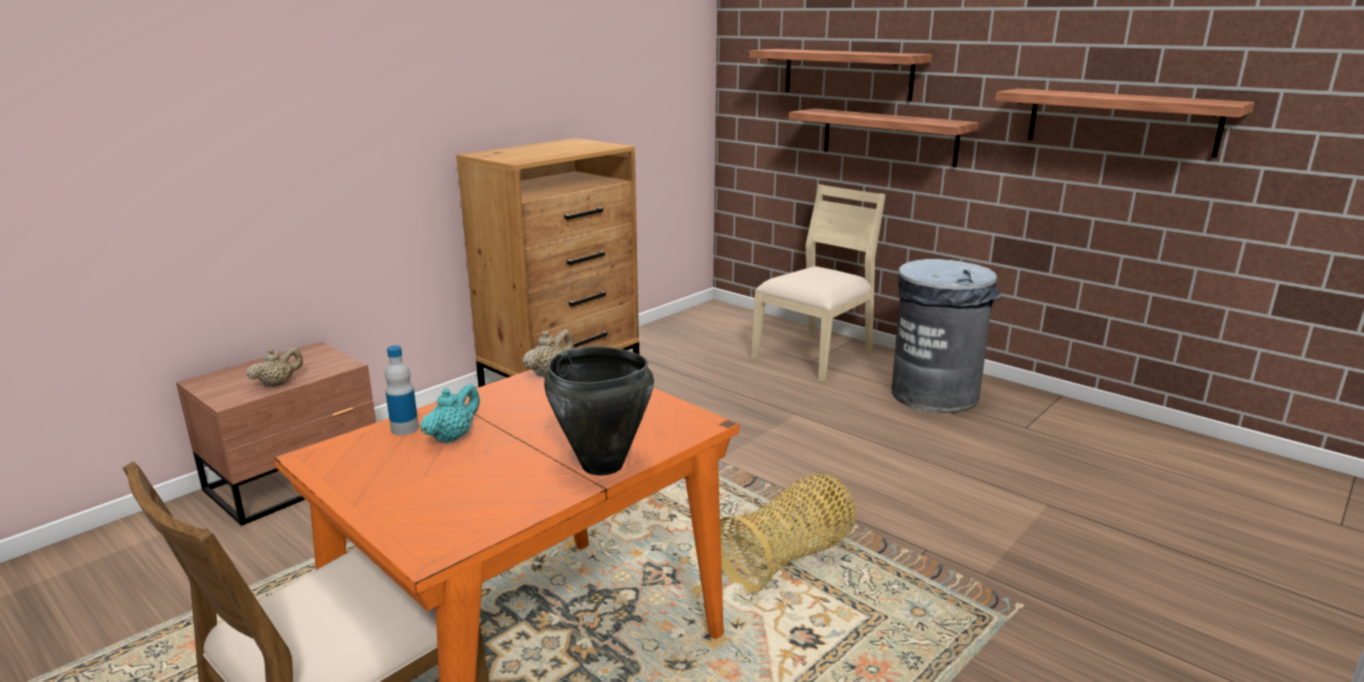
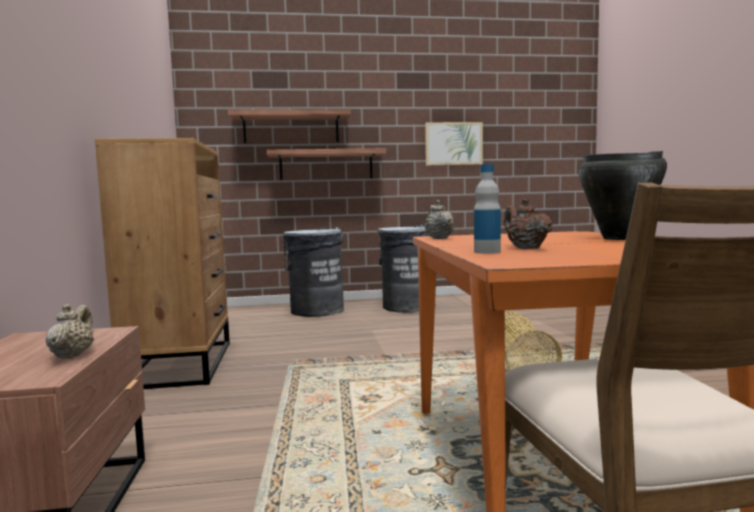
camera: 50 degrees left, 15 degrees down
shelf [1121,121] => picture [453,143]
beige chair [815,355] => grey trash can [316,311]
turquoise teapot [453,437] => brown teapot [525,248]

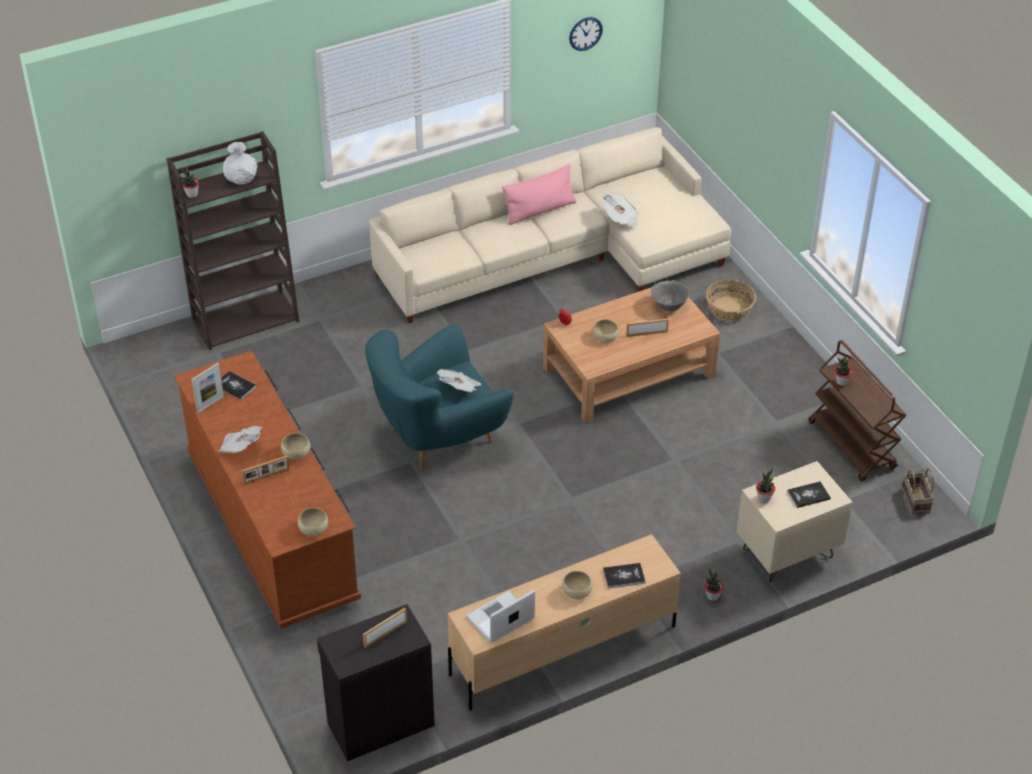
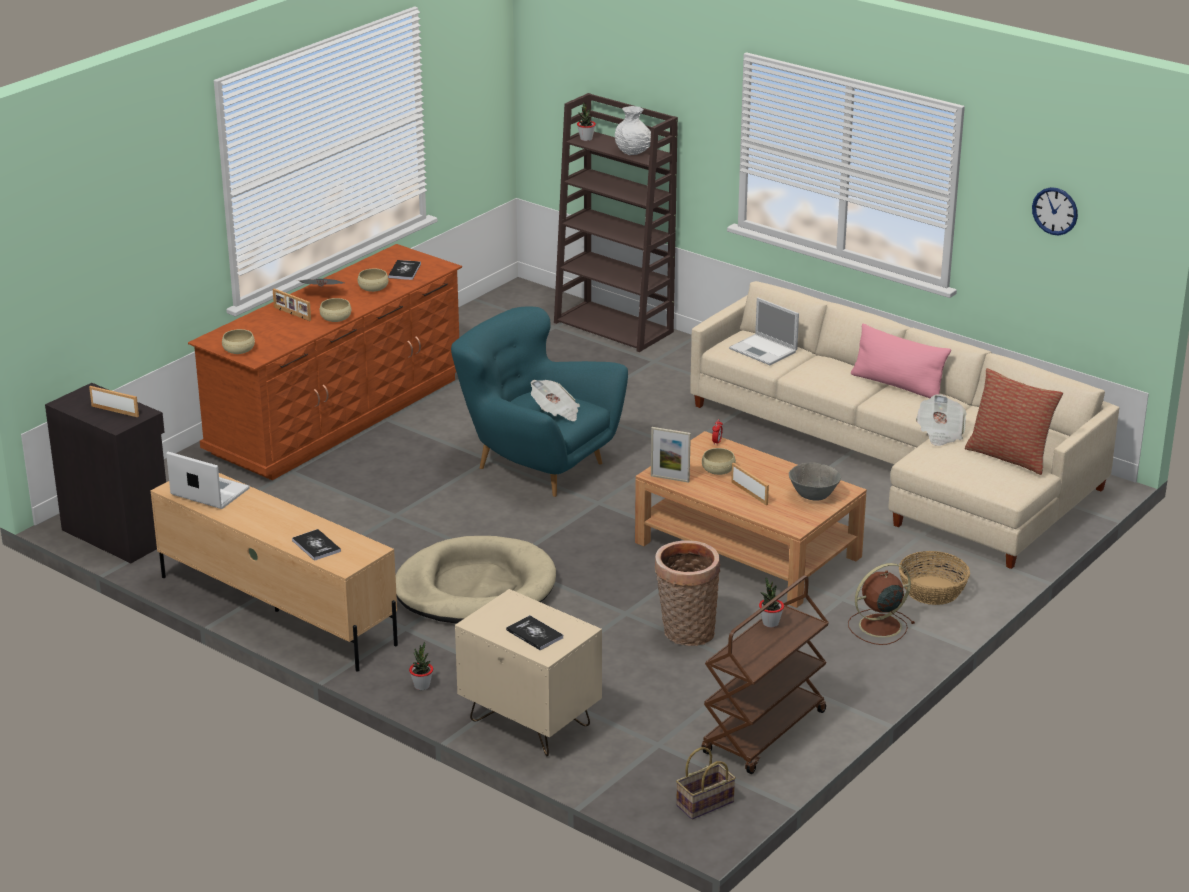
camera: 65 degrees right, 15 degrees down
picture frame [210,404] => picture frame [670,478], move
potted plant [764,498] => nothing
beige bowl [576,591] => beige bowl [373,288], move
nothing => laptop [764,350]
nothing => pillow [1009,456]
nothing => beige dog bed [475,588]
nothing => basket [685,633]
nothing => brown fan [878,626]

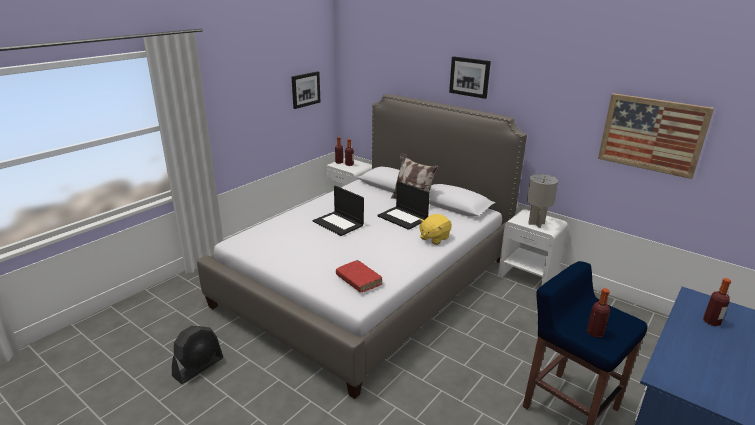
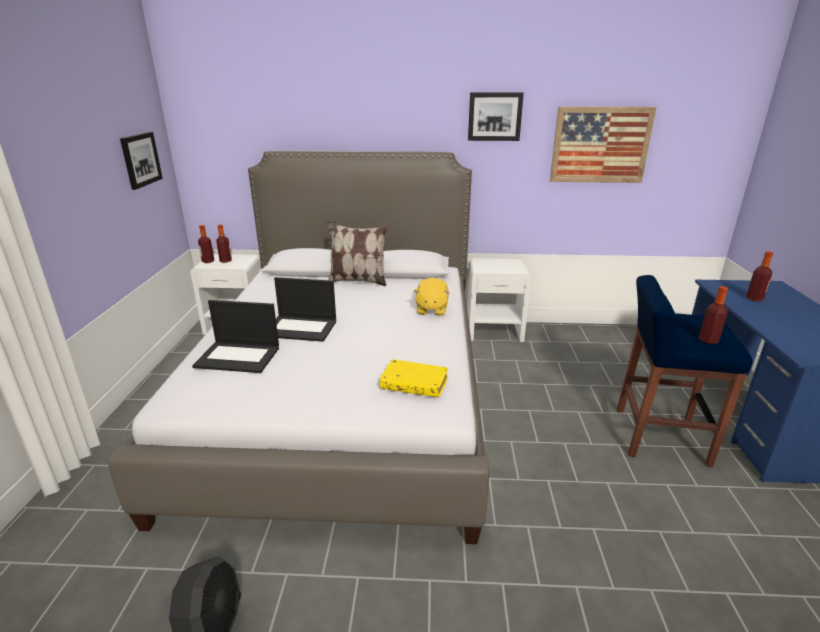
camera: 35 degrees left, 0 degrees up
picture [469,77] => picture [494,116], move
grey table lamp [536,224] => nothing
laptop [403,218] => laptop [239,357], move
red book [358,280] => yellow book [414,385]

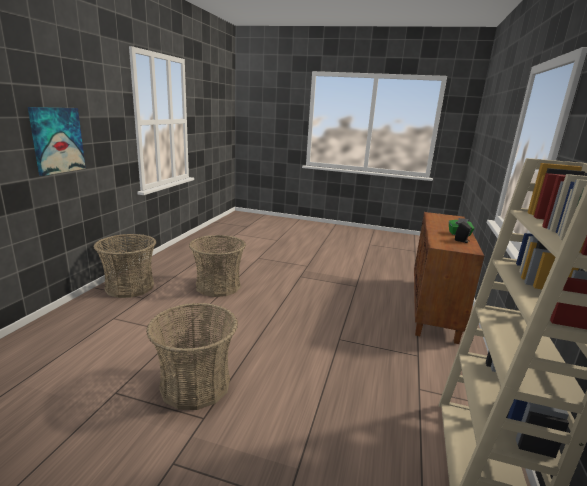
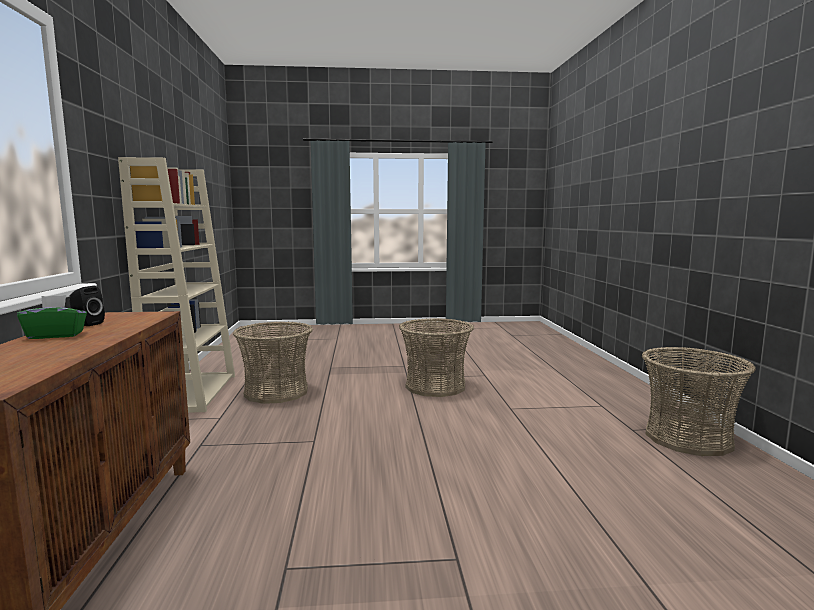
camera: 160 degrees right, 10 degrees down
picture [57,140] => nothing
basket [218,286] => basket [276,392], move

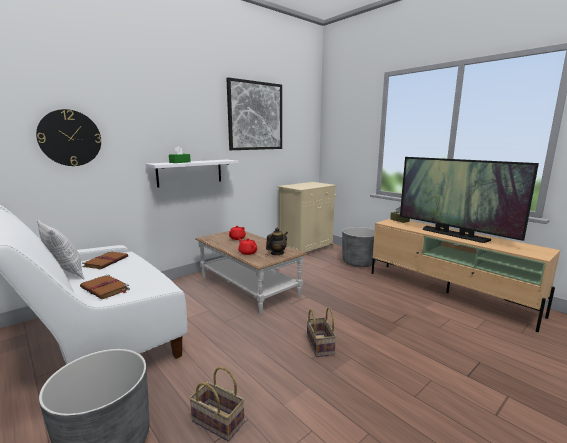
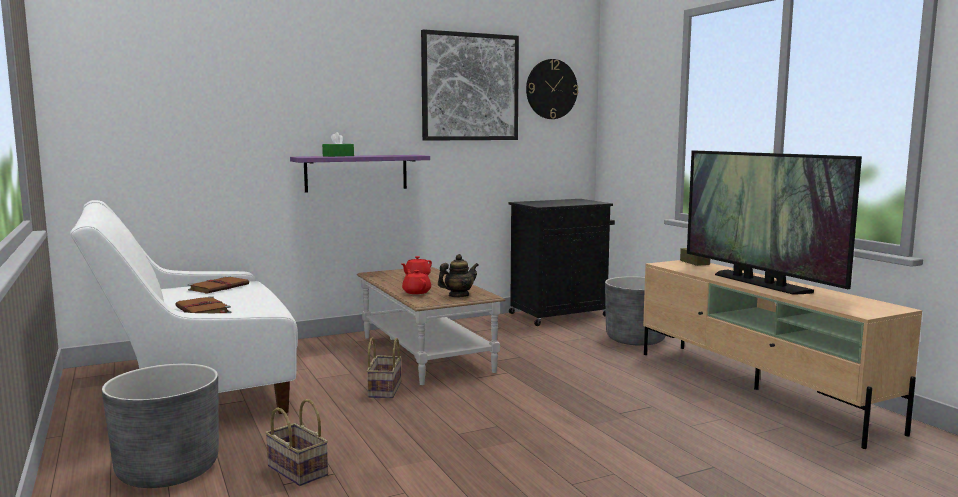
camera: 15 degrees right, 5 degrees down
wall clock [70,138] => wall clock [551,89], move
white shelf [190,172] => purple shelf [356,173]
beige cabinet [306,248] => black cabinet [560,314]
pillow [65,274] => nothing
basket [319,345] => basket [384,389], move

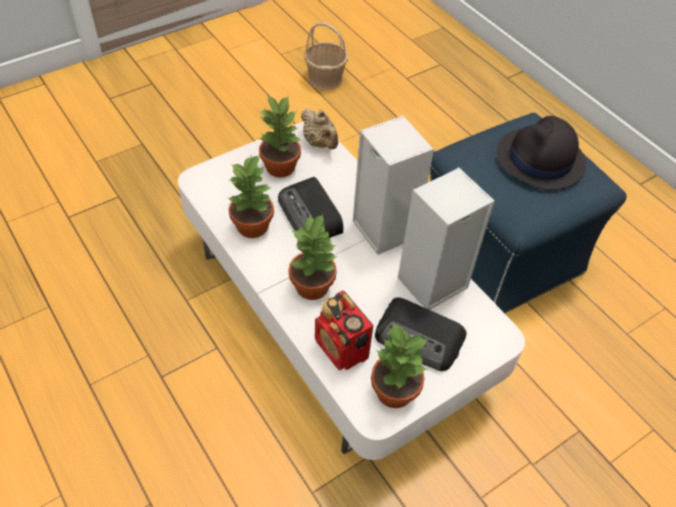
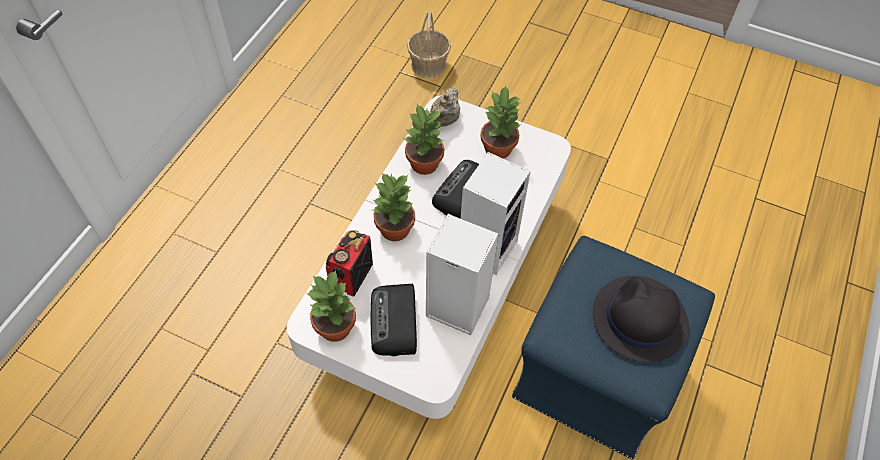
camera: 60 degrees right, 5 degrees up
basket [325,78] => basket [429,65], move
beige teapot [320,143] => beige teapot [444,121], move

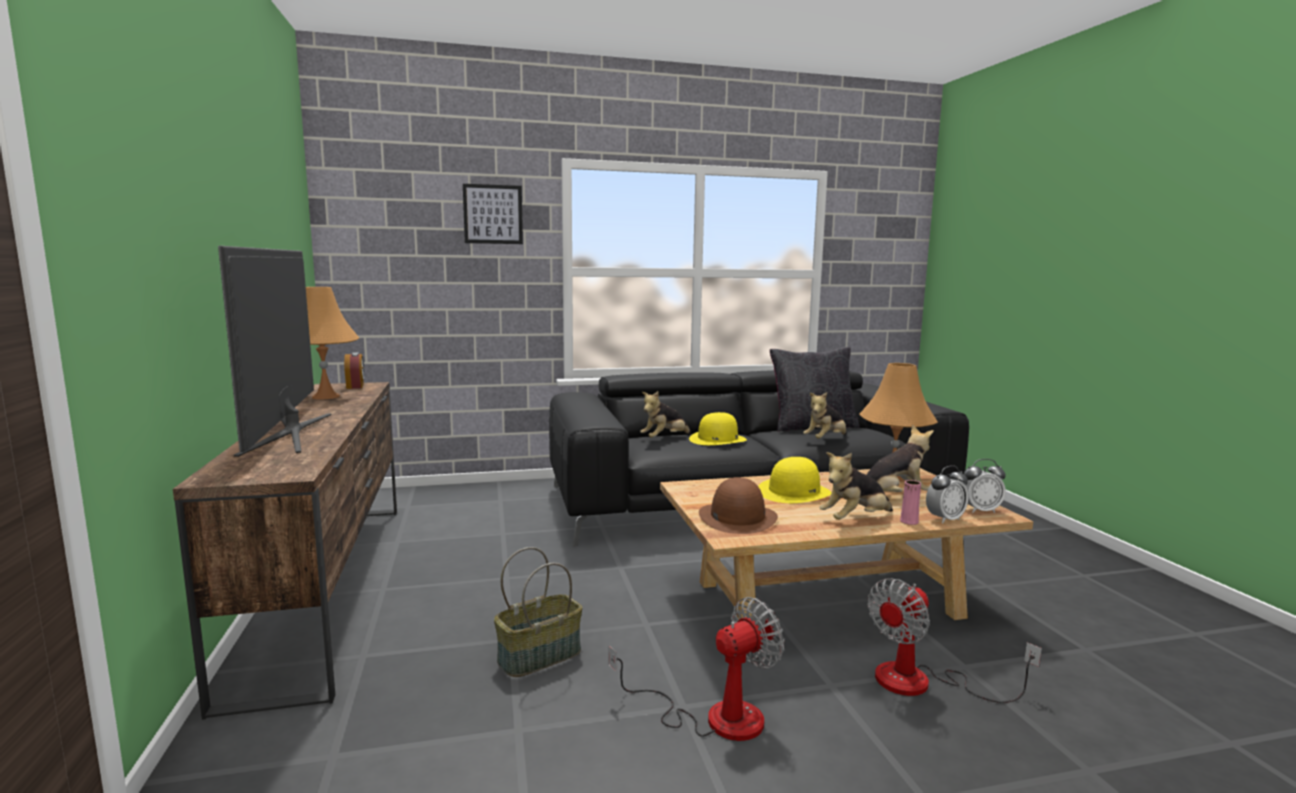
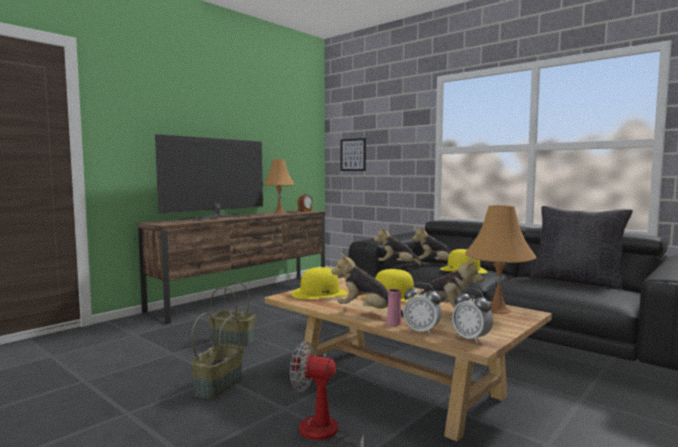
camera: 55 degrees right, 5 degrees down
picture [493,214] => picture [353,155], move
plush toy [825,440] => plush toy [398,266], move
brown hat [737,517] => yellow hat [320,293]
fan [714,717] => basket [218,386]

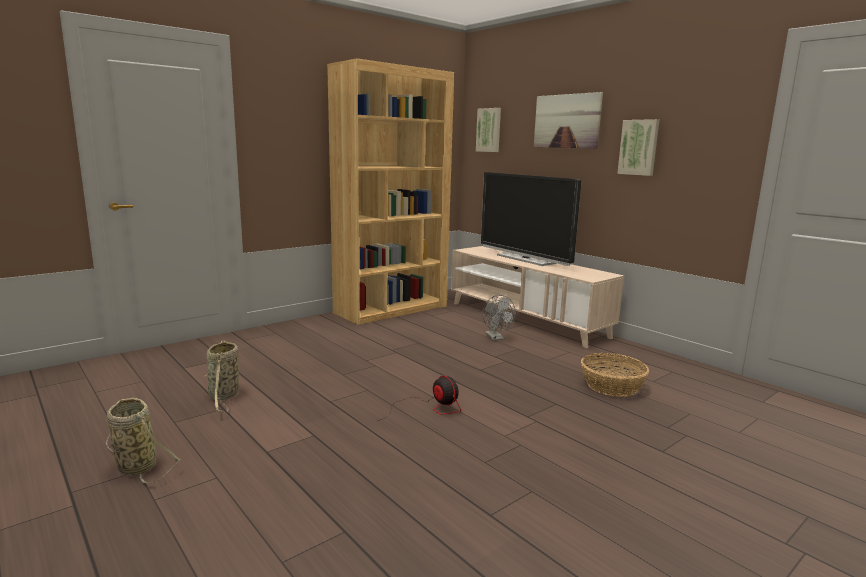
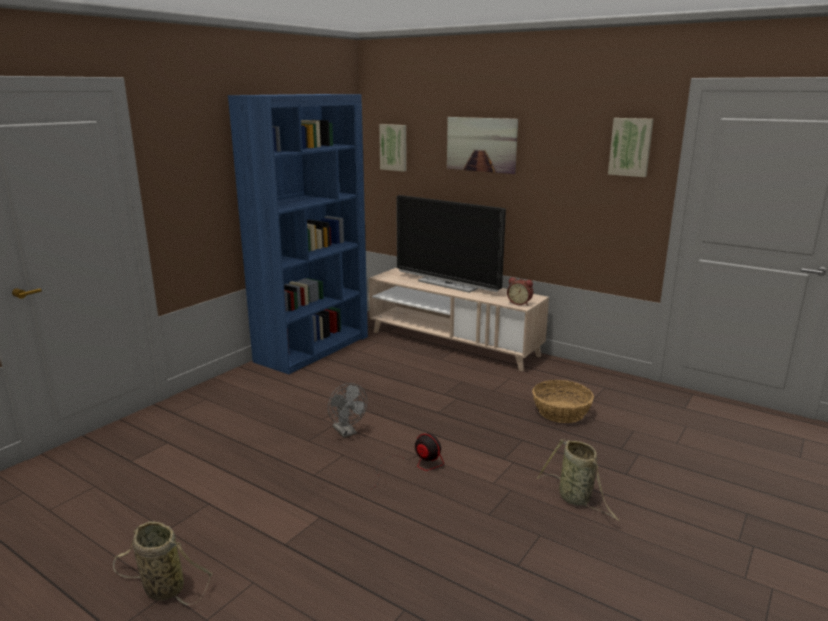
camera: 15 degrees left, 5 degrees up
brown bookcase [391,309] => blue bookcase [313,348]
picture [639,147] => picture [630,147], move
grey fan [496,338] => grey fan [347,432], move
basket [224,396] => basket [576,499], move
nothing => alarm clock [520,303]

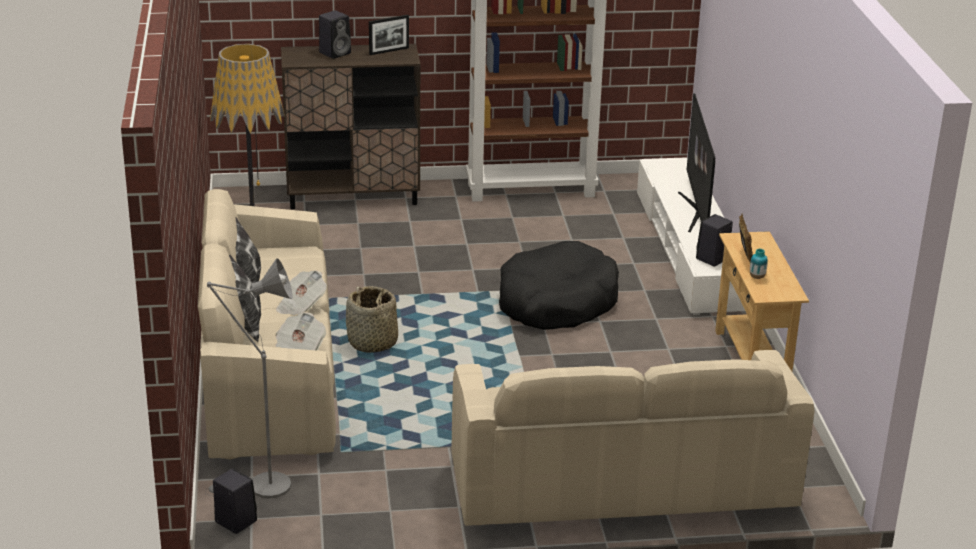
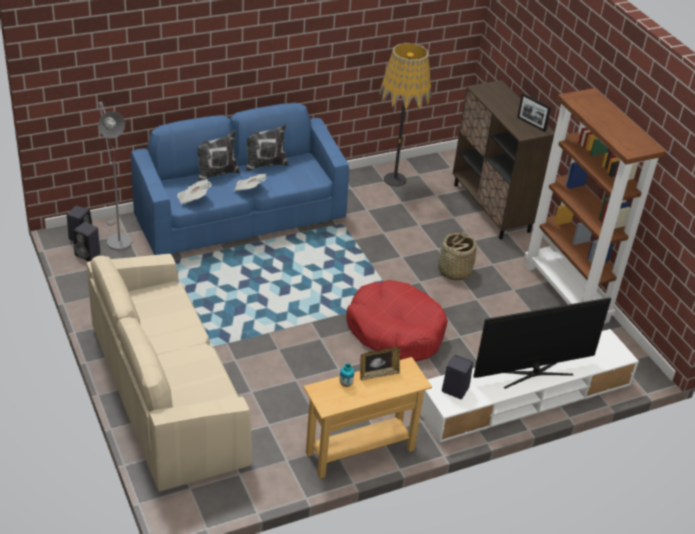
camera: 70 degrees right, 10 degrees up
black speaker [335,53] => black speaker [88,254], move
beige sofa [270,372] => blue sofa [241,218]
black dog bed [556,302] => red dog bed [395,331]
basket [372,342] => basket [454,271], move

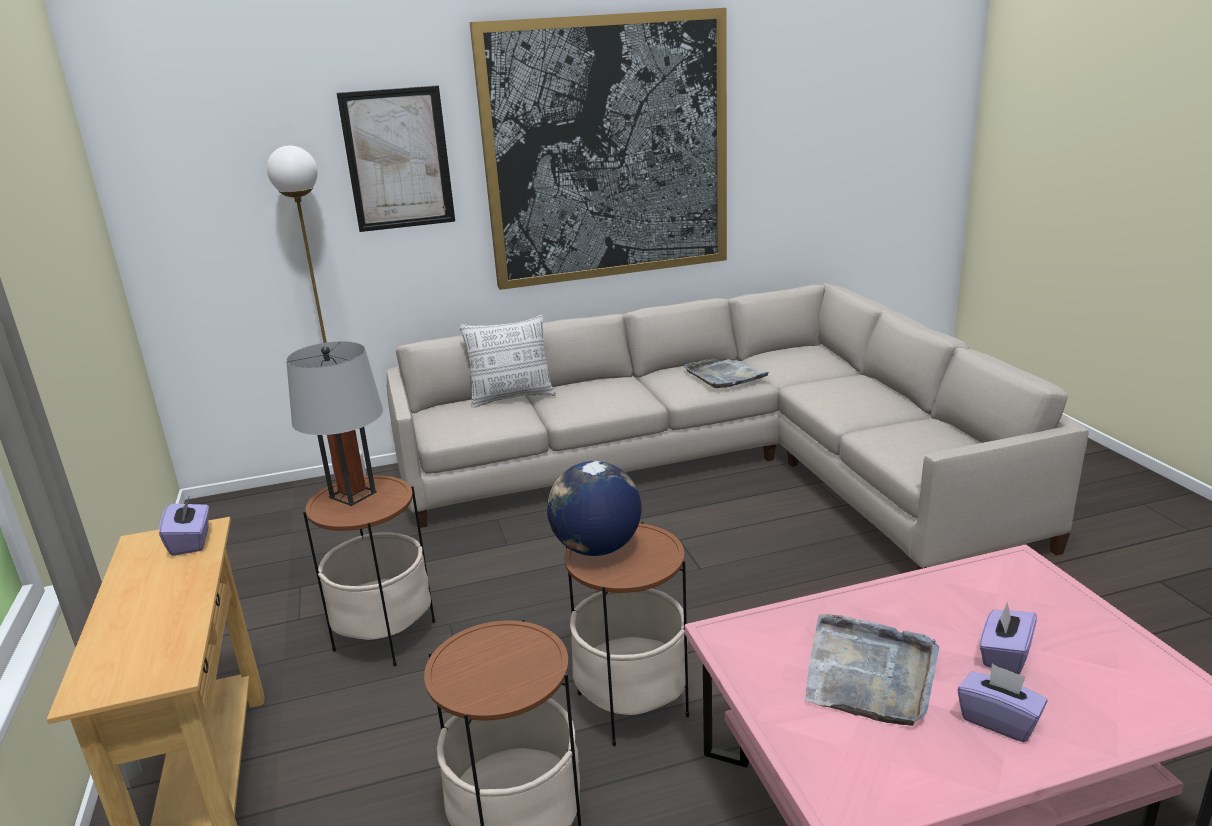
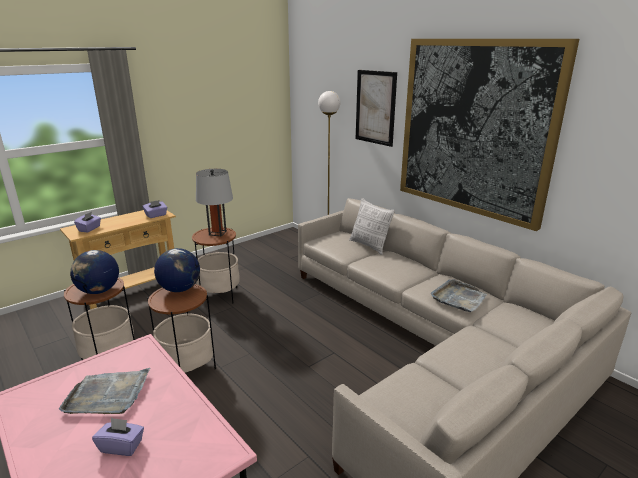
camera: 65 degrees right, 0 degrees up
purple tissue box [998,720] => purple tissue box [89,229], move
nothing => globe [99,291]

